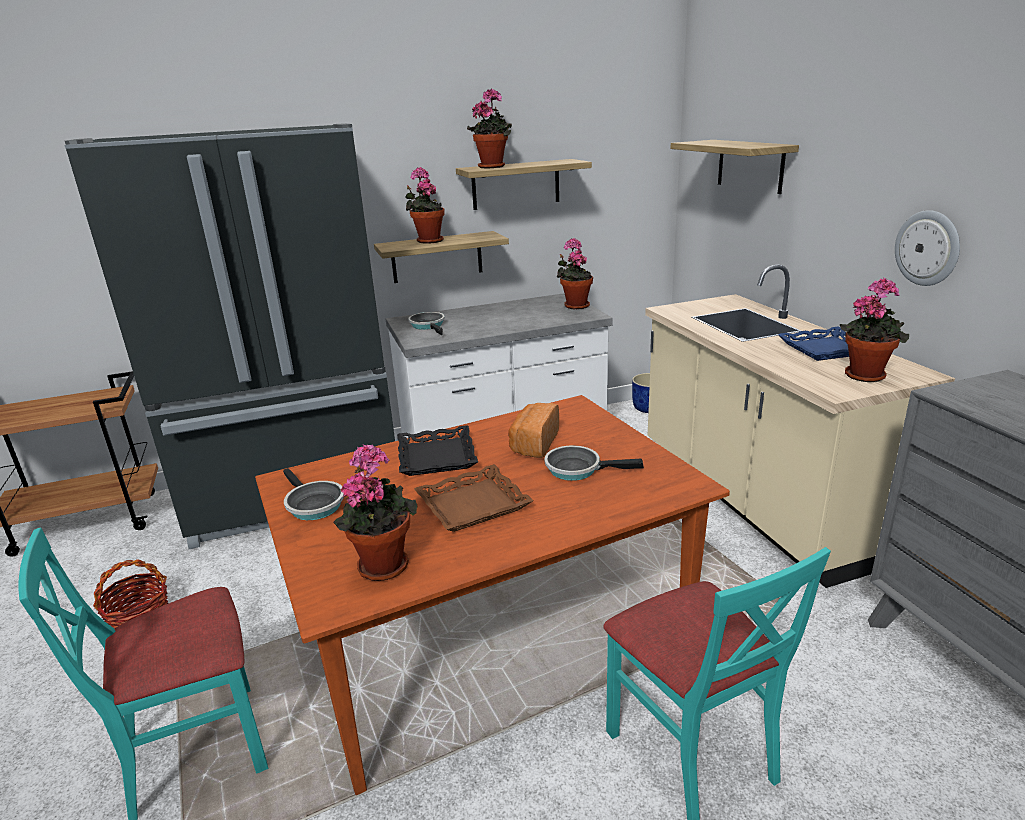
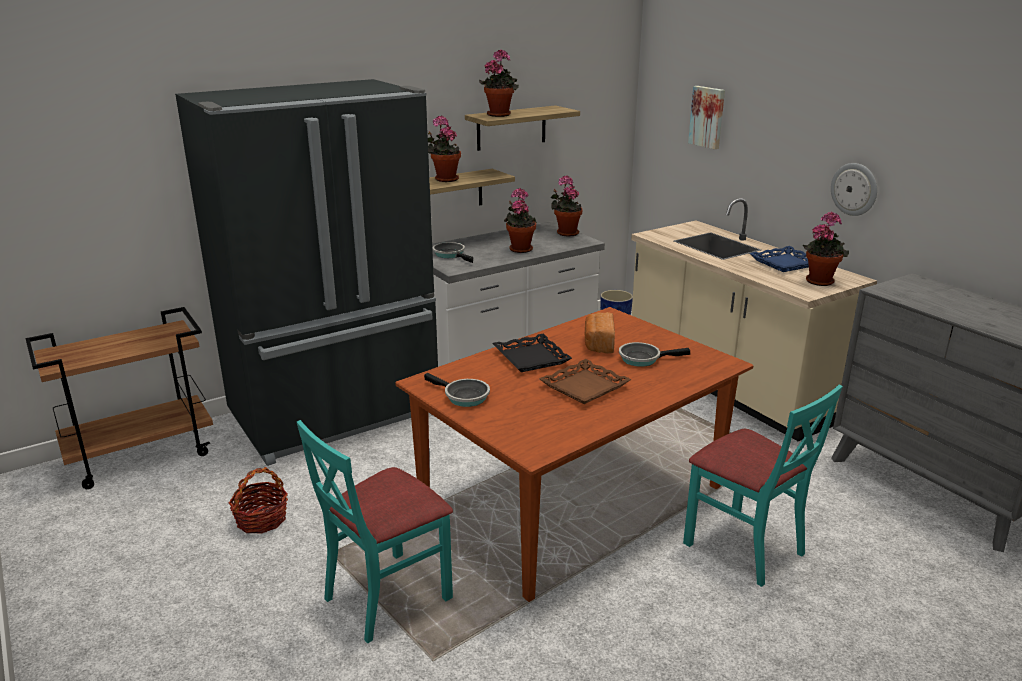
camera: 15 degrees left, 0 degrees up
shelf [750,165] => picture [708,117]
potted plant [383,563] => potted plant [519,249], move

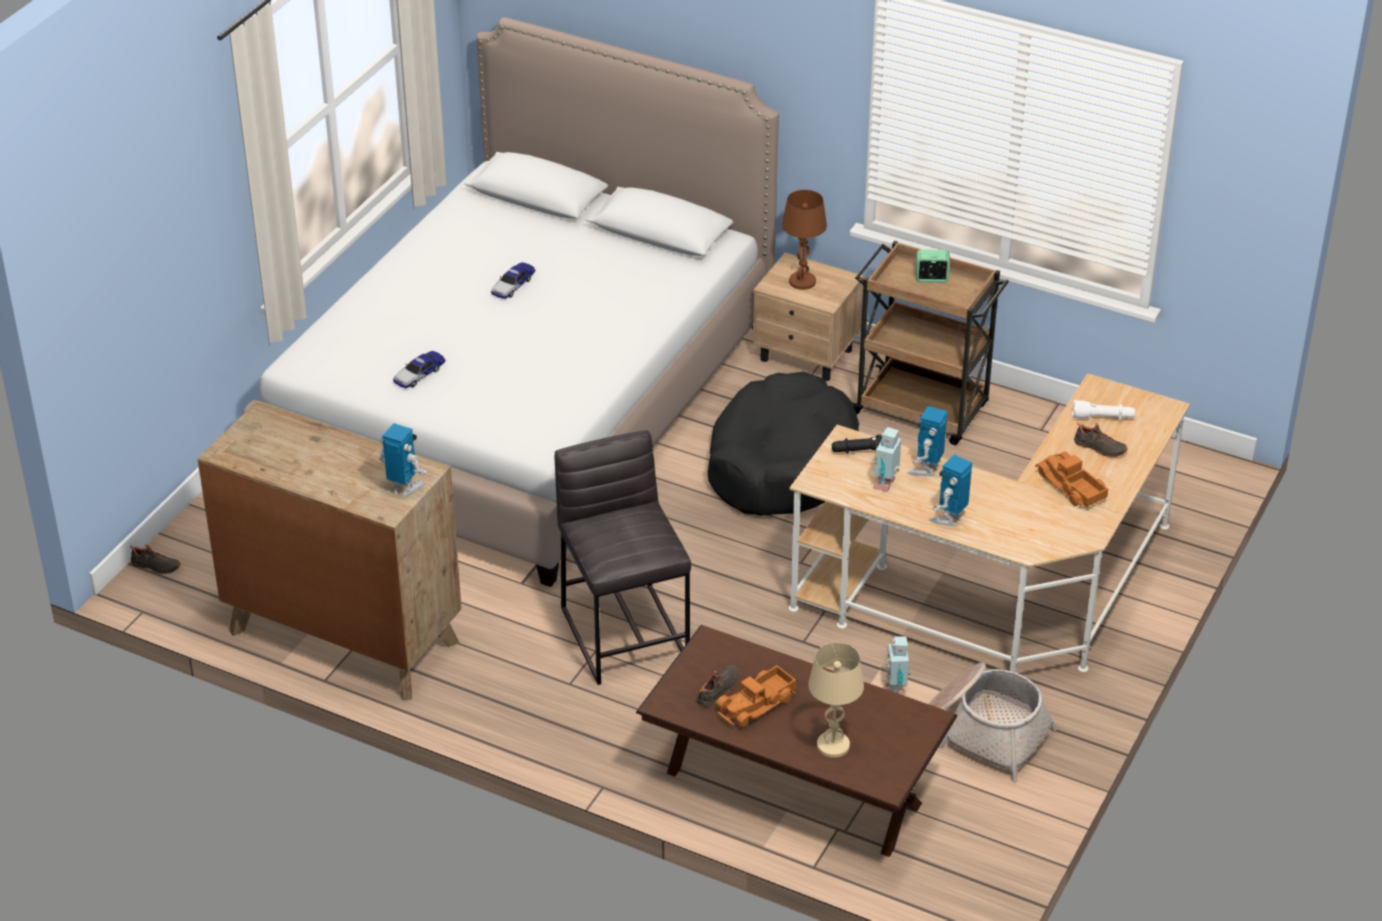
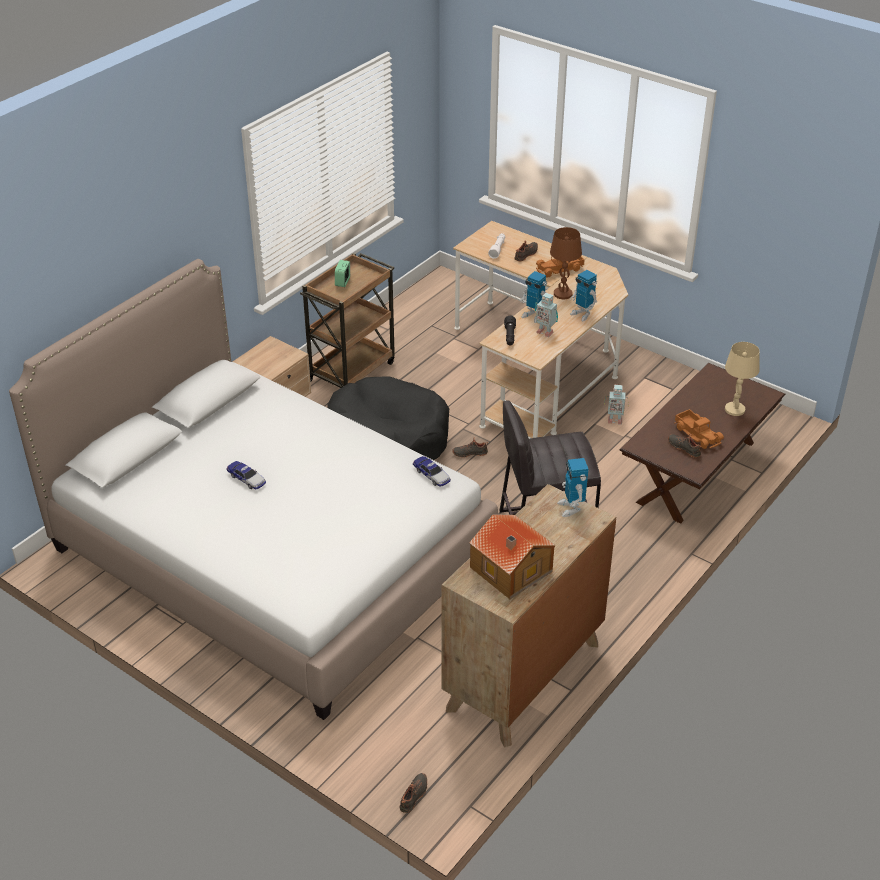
camera: 80 degrees left, 0 degrees up
brown table lamp [802,282] => brown table lamp [563,294], move
toy car [419,374] => toy car [431,475], move
toy robot [404,488] => toy robot [571,508], 45 degrees counterclockwise
basket [983,731] => nothing
nothing => black shoe [469,453]
nothing => toy house [510,570]

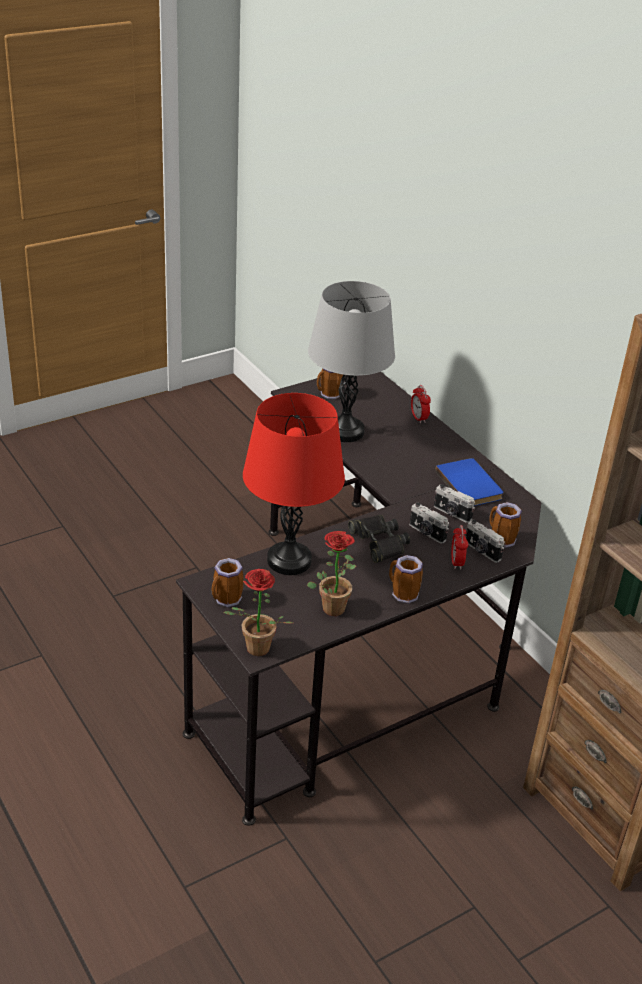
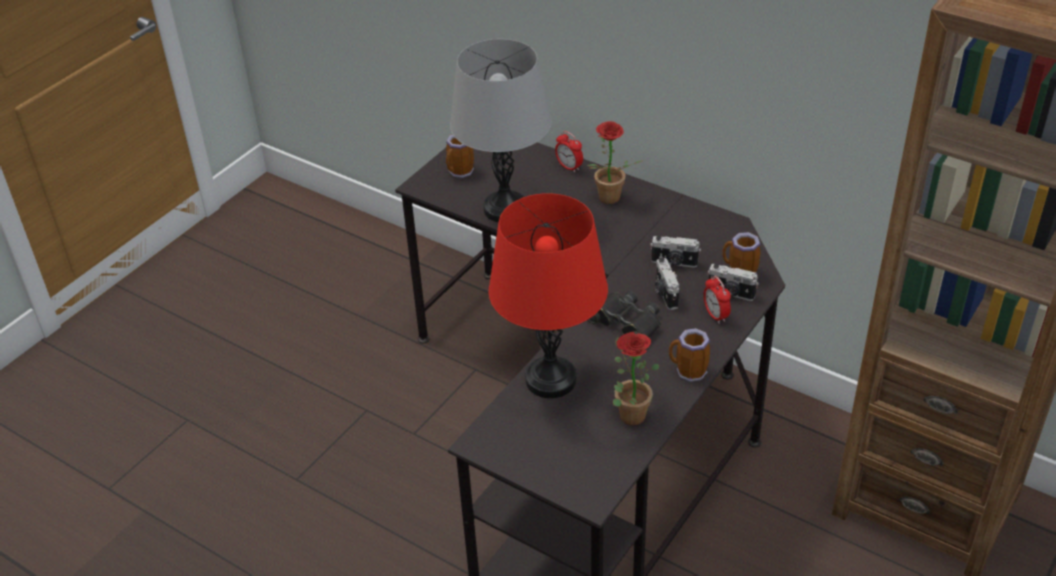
camera: 20 degrees left, 5 degrees up
blue book [471,484] => nothing
photo camera [426,533] => photo camera [665,294], 60 degrees clockwise
mug [226,600] => nothing
potted plant [254,651] => potted plant [608,200], move

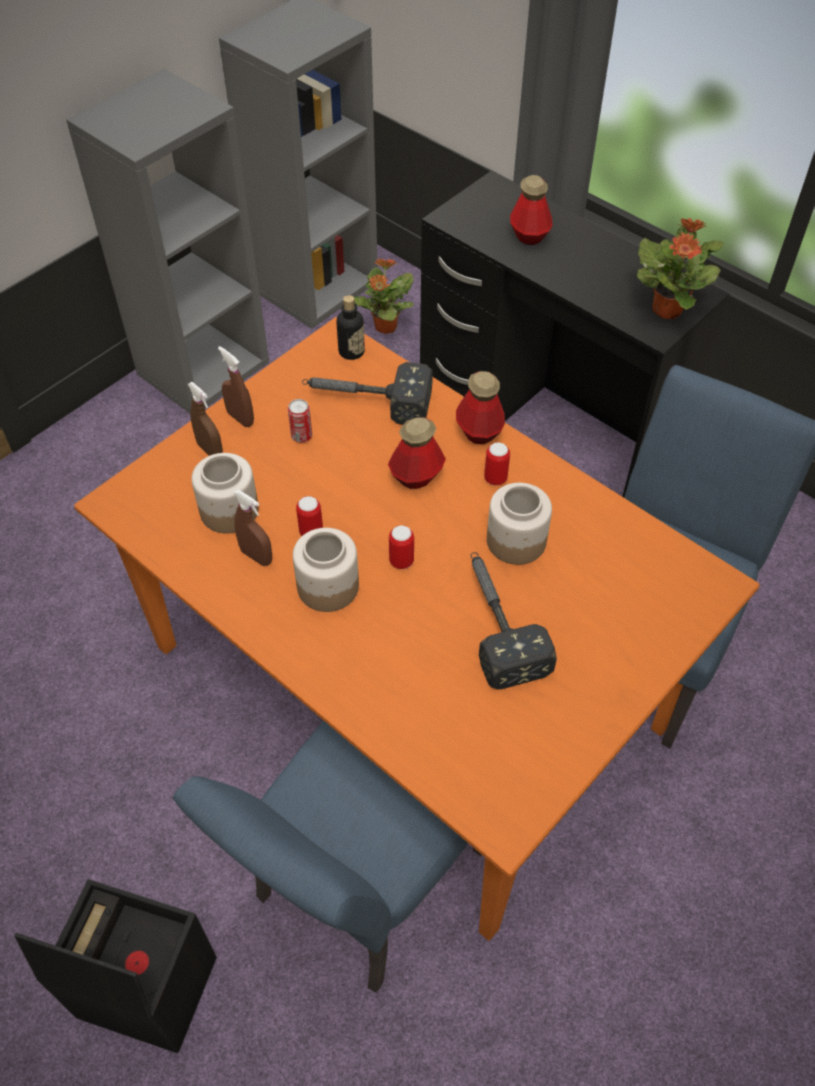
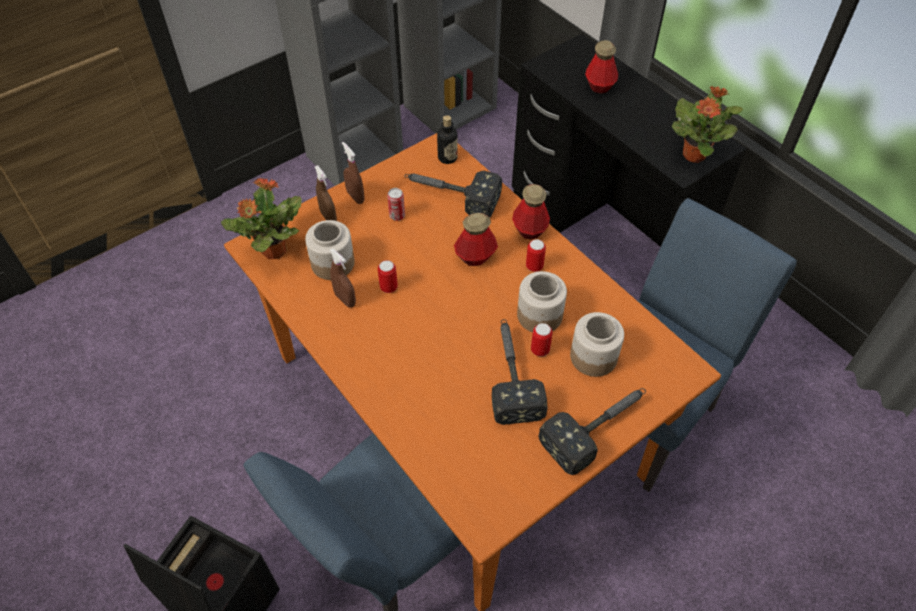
camera: 10 degrees right, 0 degrees up
potted plant [385,327] => potted plant [273,251], move
can [401,561] => can [540,350], move
jar [327,586] => jar [592,357], move
nothing => hammer [598,427]

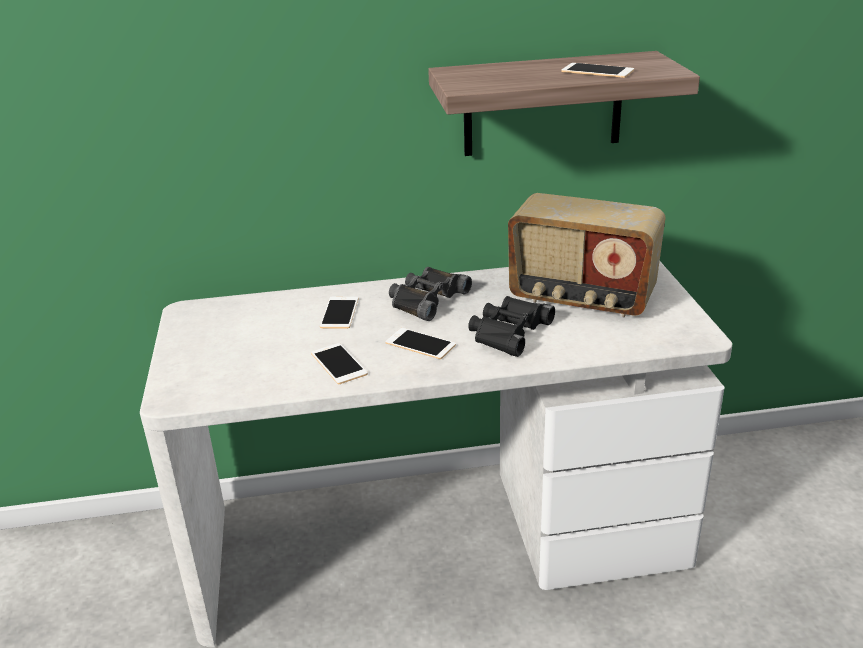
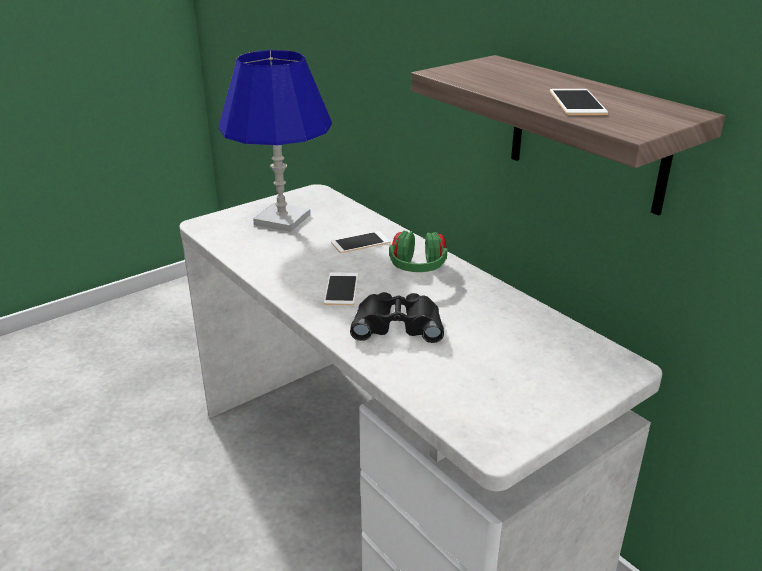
camera: 60 degrees right, 0 degrees up
radio [581,299] => nothing
black binoculars [426,299] => green headphones [417,271]
phone [338,364] => nothing
nothing => blue table lamp [282,219]

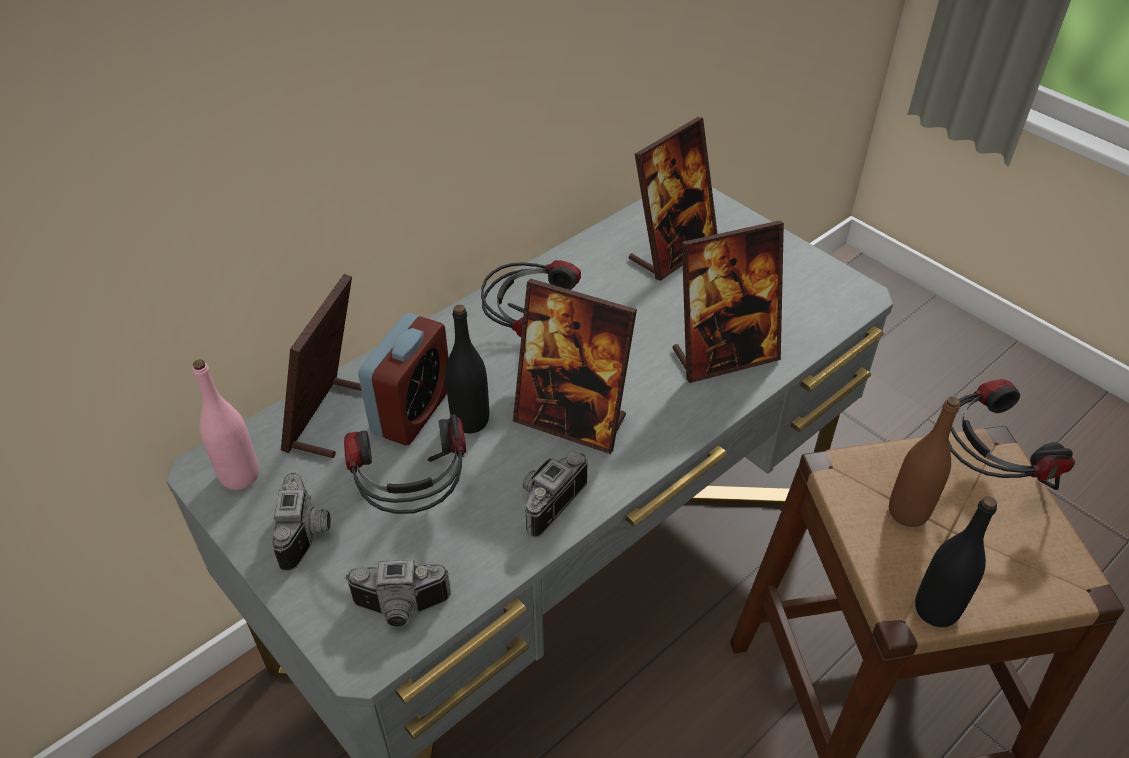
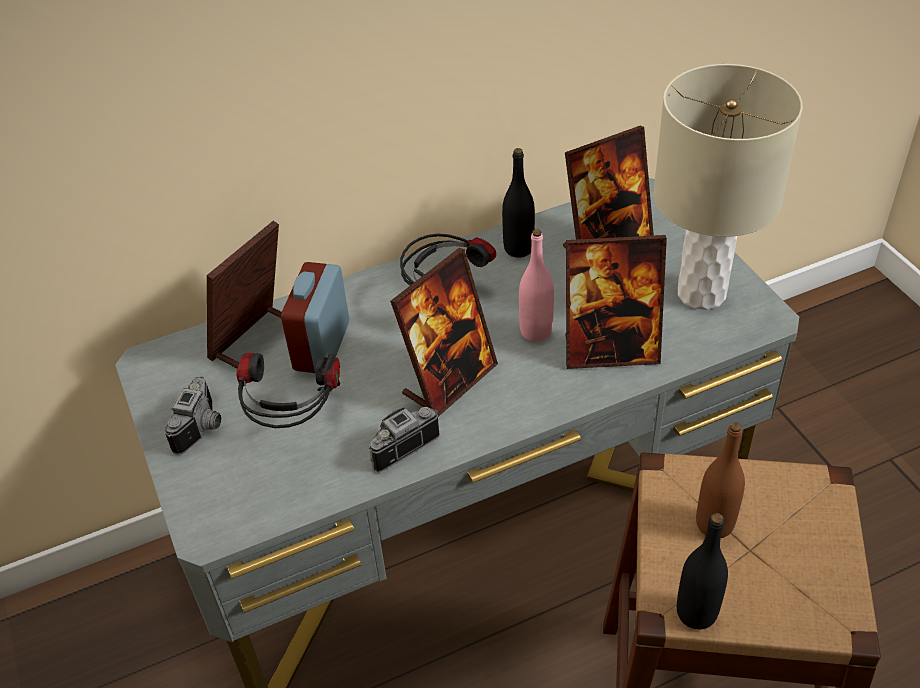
camera: 20 degrees right, 0 degrees up
picture frame [571,420] => picture frame [449,381], 90 degrees counterclockwise
black bottle [470,421] => black bottle [518,249], move
alarm clock [412,411] => alarm clock [322,346], 150 degrees clockwise
pink bottle [240,476] => pink bottle [536,331], move
headphones [982,474] => nothing
photo camera [401,610] => nothing
nothing => beige table lamp [702,293]

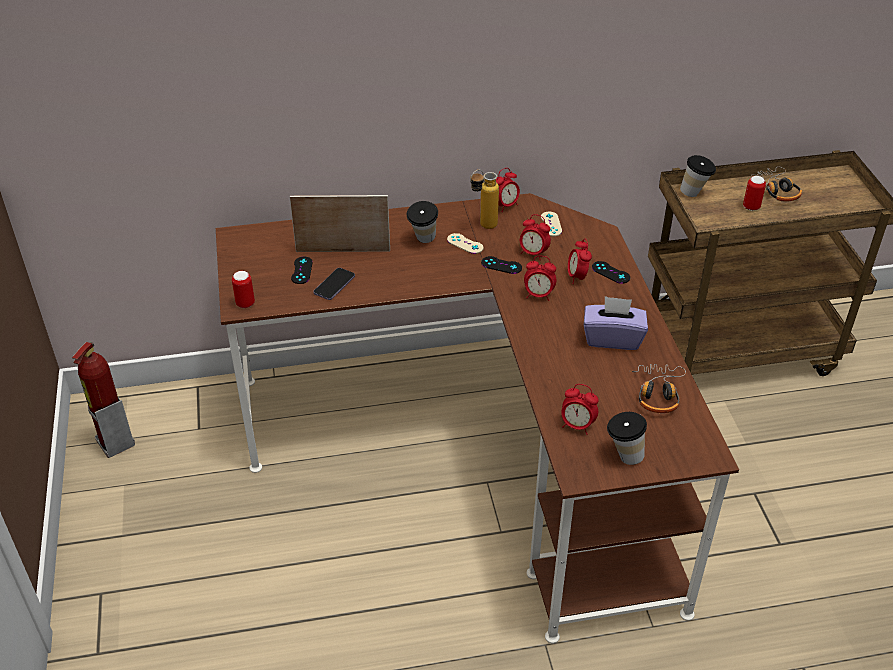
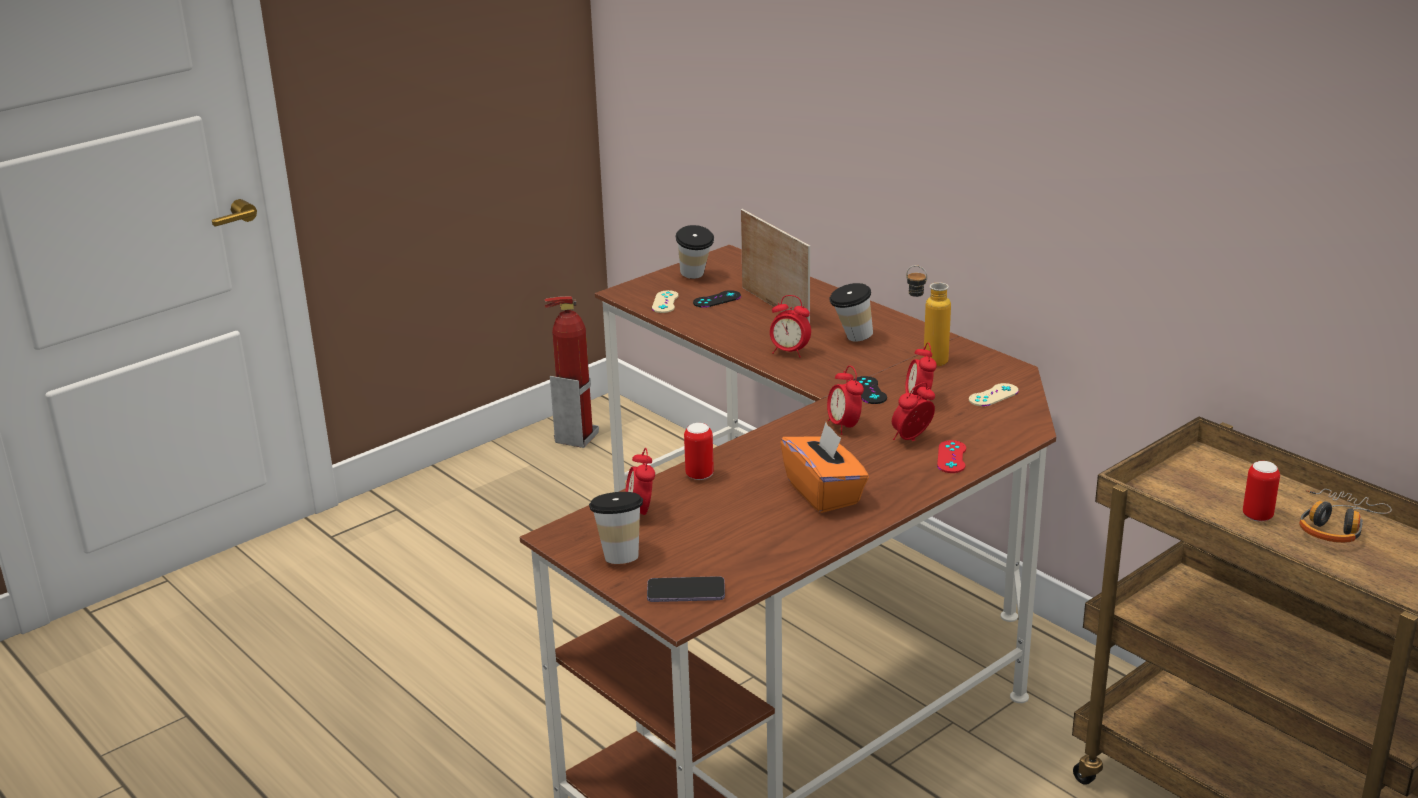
camera: 60 degrees right, 15 degrees down
cup [695,193] => cup [695,277], move
alarm clock [505,206] => alarm clock [789,352], move
beige game controller [465,244] => beige game controller [665,302], move
black game controller [610,272] => red game controller [951,457]
phone [334,285] => phone [686,592], move
can [245,303] => can [699,475], move
purple tissue box [612,338] => orange tissue box [824,492]
headphones [657,393] => nothing

